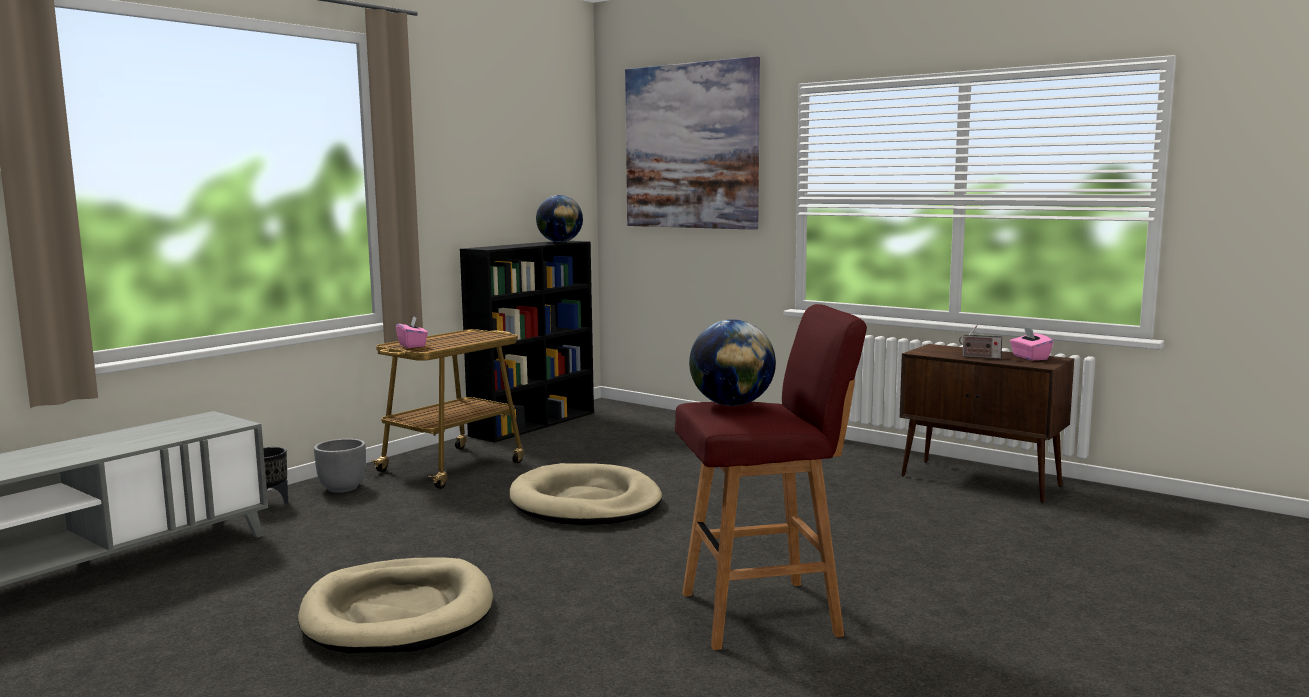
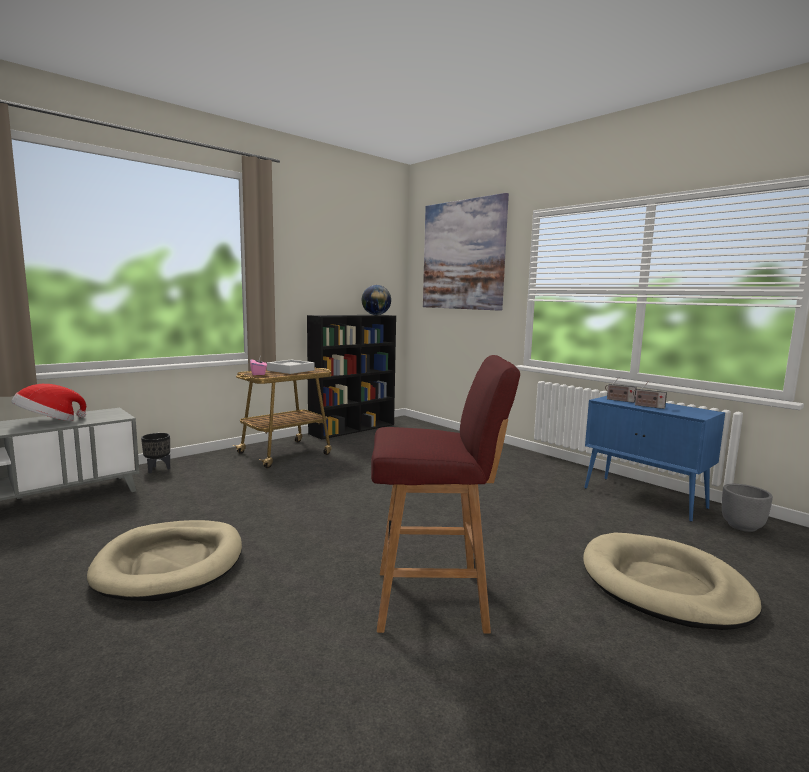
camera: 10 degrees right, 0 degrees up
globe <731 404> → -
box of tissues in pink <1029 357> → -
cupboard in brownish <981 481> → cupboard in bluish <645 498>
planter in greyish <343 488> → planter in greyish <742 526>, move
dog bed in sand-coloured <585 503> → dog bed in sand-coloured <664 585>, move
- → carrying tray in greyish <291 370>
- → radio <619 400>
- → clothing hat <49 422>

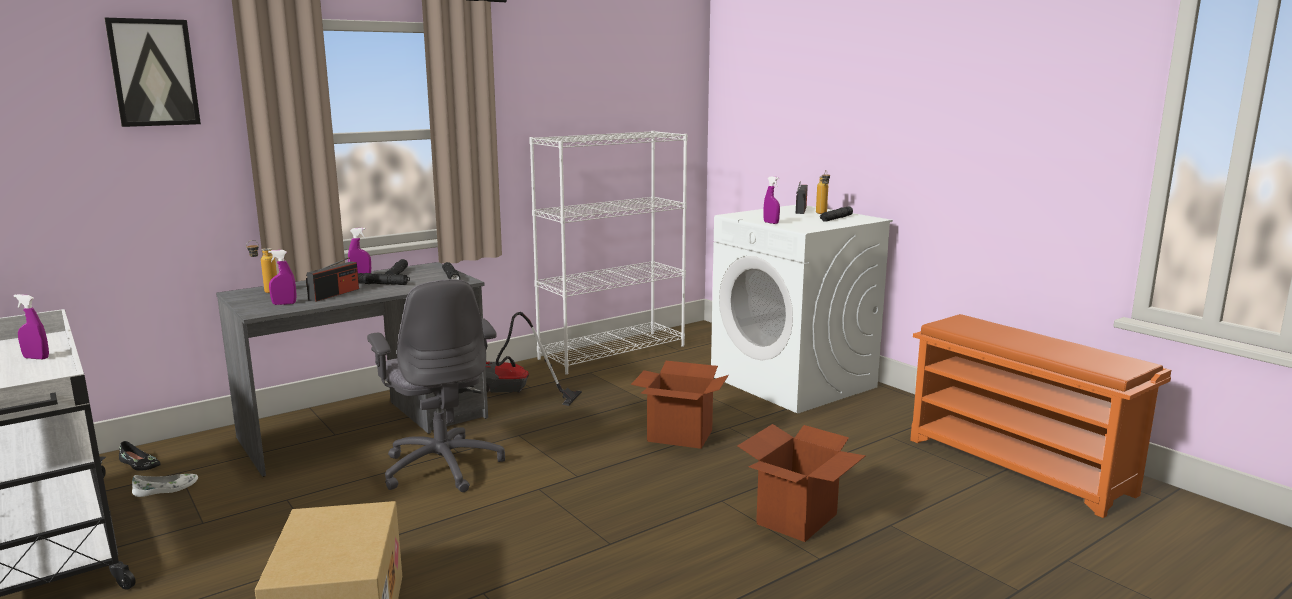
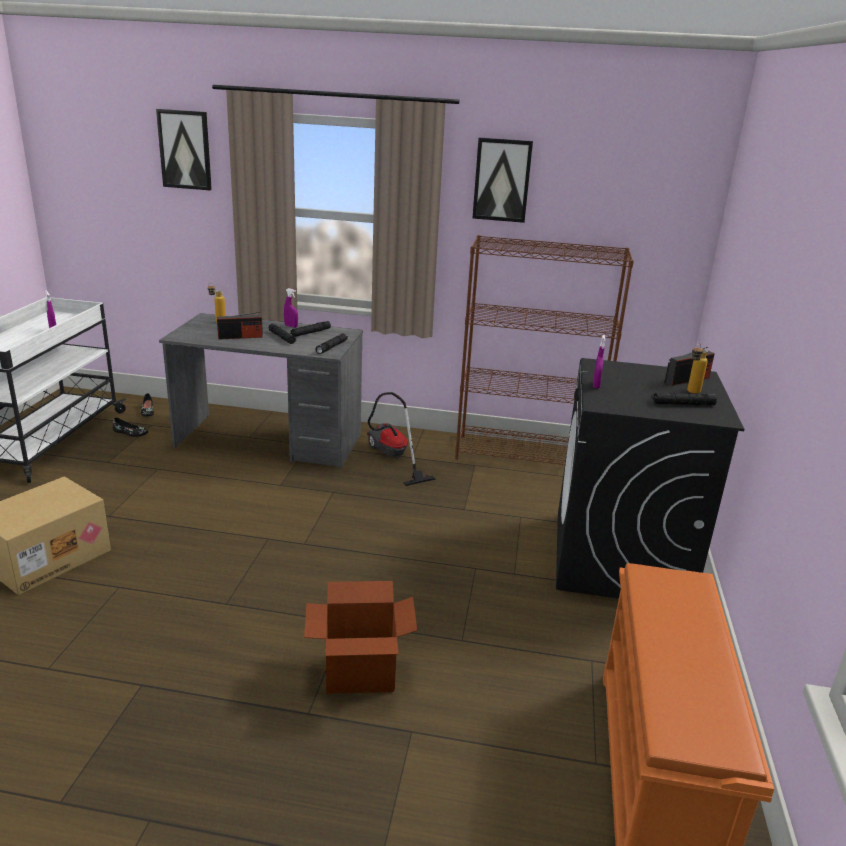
camera: 45 degrees right, 10 degrees up
shelving unit in white-coloured <613 352> → shelving unit in brownish <527 455>
laundry machine in white-coloured <794 382> → laundry machine in black-coloured <620 559>
hand sprayer in purple <284 304> → -
office chair in greyish <442 466> → -
carton <679 436> → -
item of footwear in white-coloured <166 489> → item of footwear in black-coloured <130 433>
- → picture <502 180>

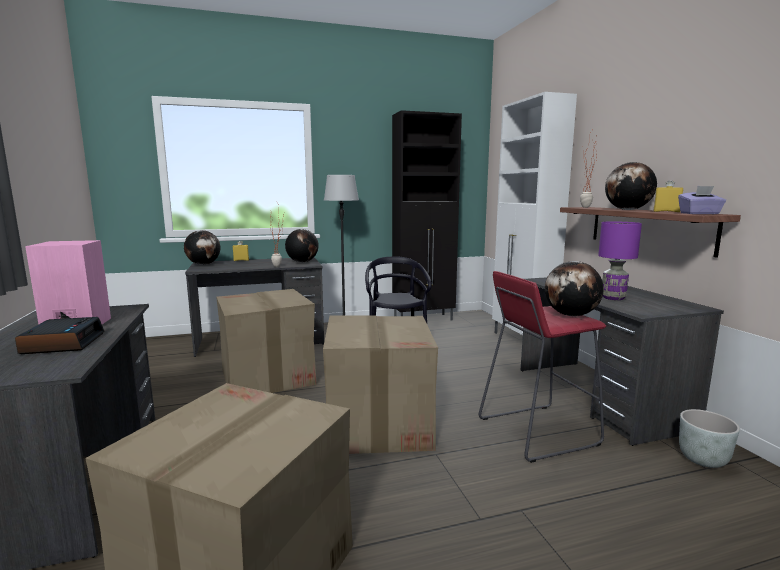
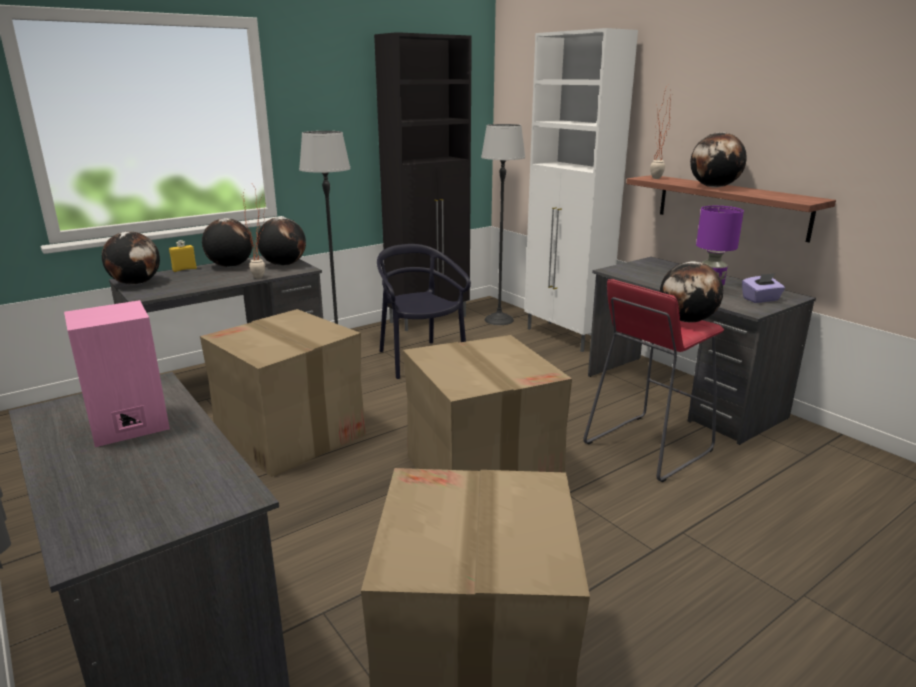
camera: 20 degrees left, 10 degrees up
bottle in yellowish <666 211> → -
box of tissues in purple <699 214> → box of tissues in purple <761 299>, move
bedside clock <63 343> → -
planter in greyish <703 460> → -
- → standard lamp <499 320>
- → globe <230 266>

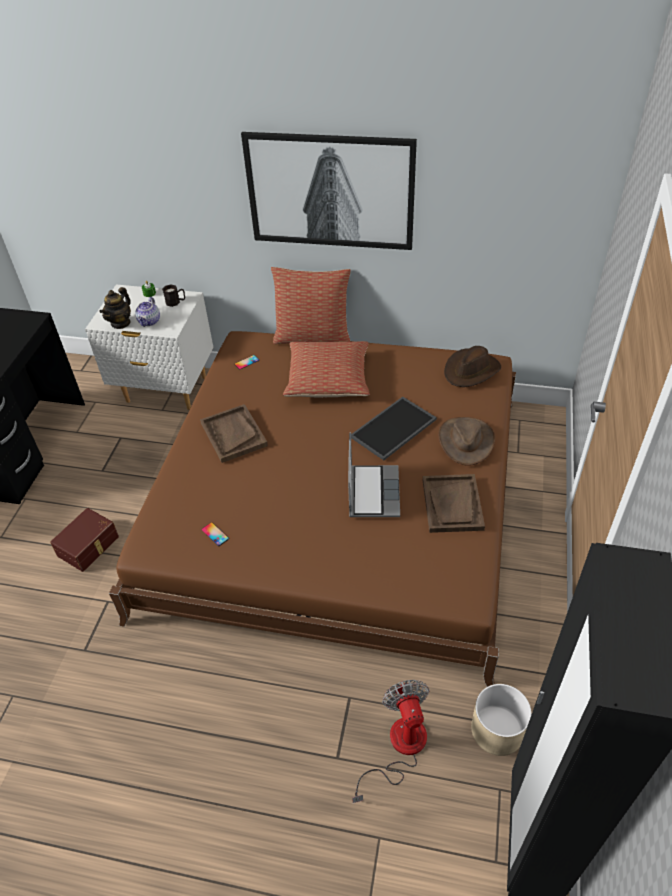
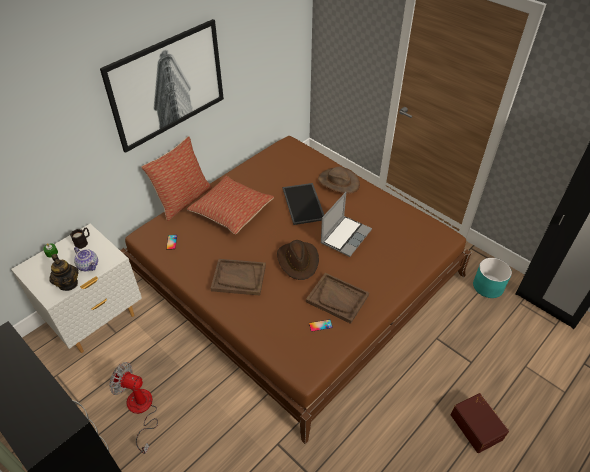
camera: 60 degrees left, 0 degrees up
clothing hat in brownish <471 370> → clothing hat in brownish <298 261>, move
notebook computer <372 492> → notebook computer <345 236>, 90 degrees clockwise
carrying tray in brownish <452 505> → carrying tray in brownish <337 298>, move
storage box in brownish <89 546> → storage box in brownish <477 426>, move
cooling fan <399 748> → cooling fan <141 410>, move
planter in sand-coloured <497 730> → planter in turquoise-coloured <488 286>

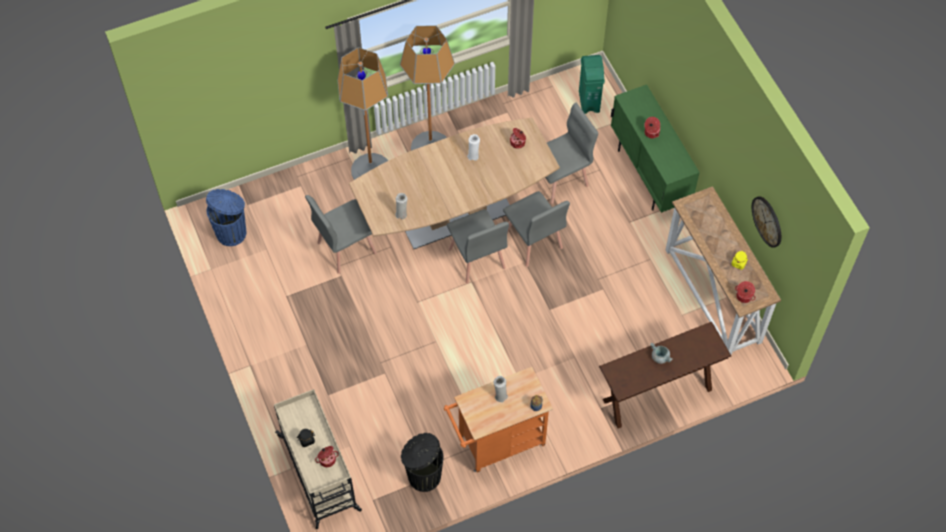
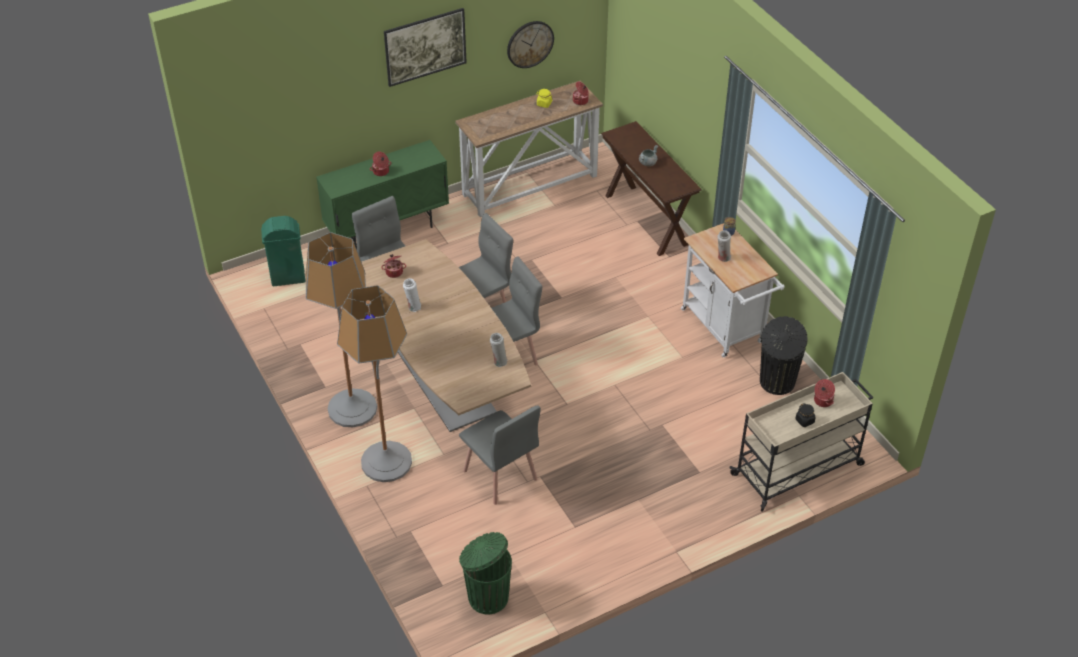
camera: 95 degrees left, 15 degrees down
waste bin in bluish <232 232> → waste bin in green-coloured <487 596>
wheeled cart in orange <496 443> → wheeled cart in white-coloured <725 329>
- → picture <426 60>

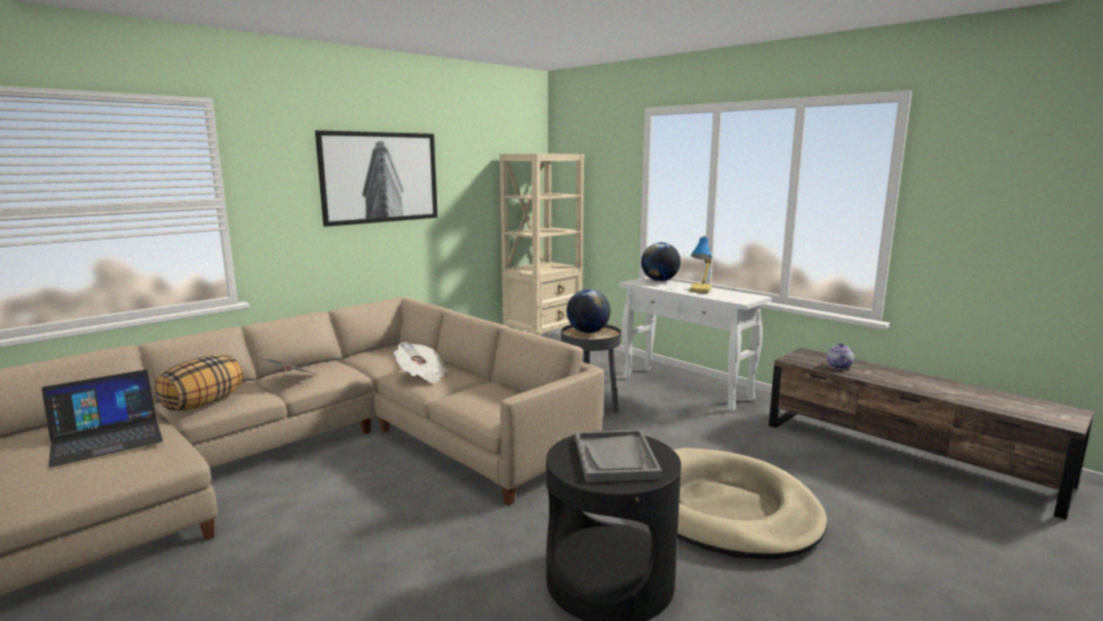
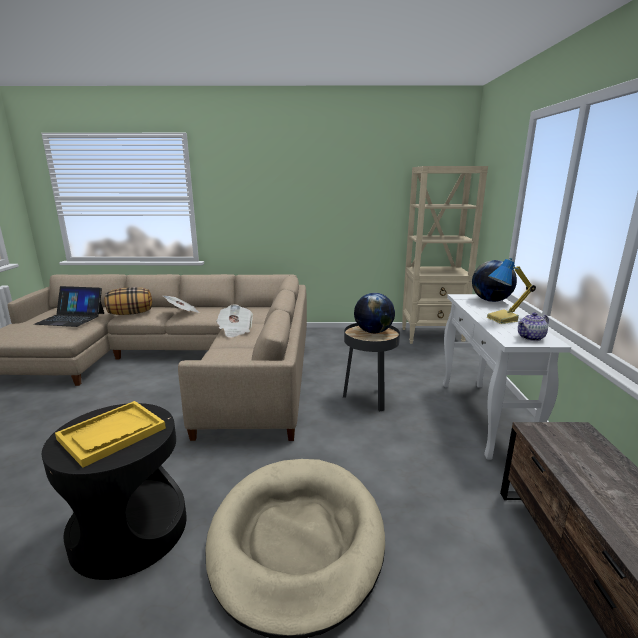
camera: 45 degrees right, 5 degrees up
picture <380 177> → -
pot for tea <839 366> → pot for tea <531 338>, move
carrying tray in greyish <615 458> → carrying tray in yellowish <112 434>

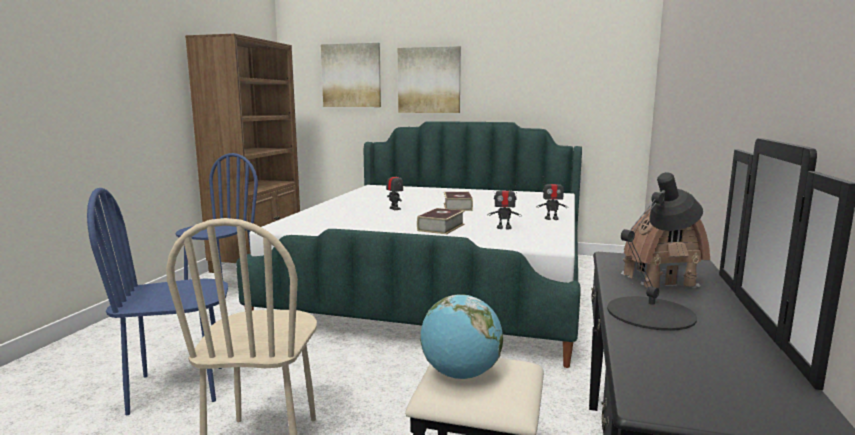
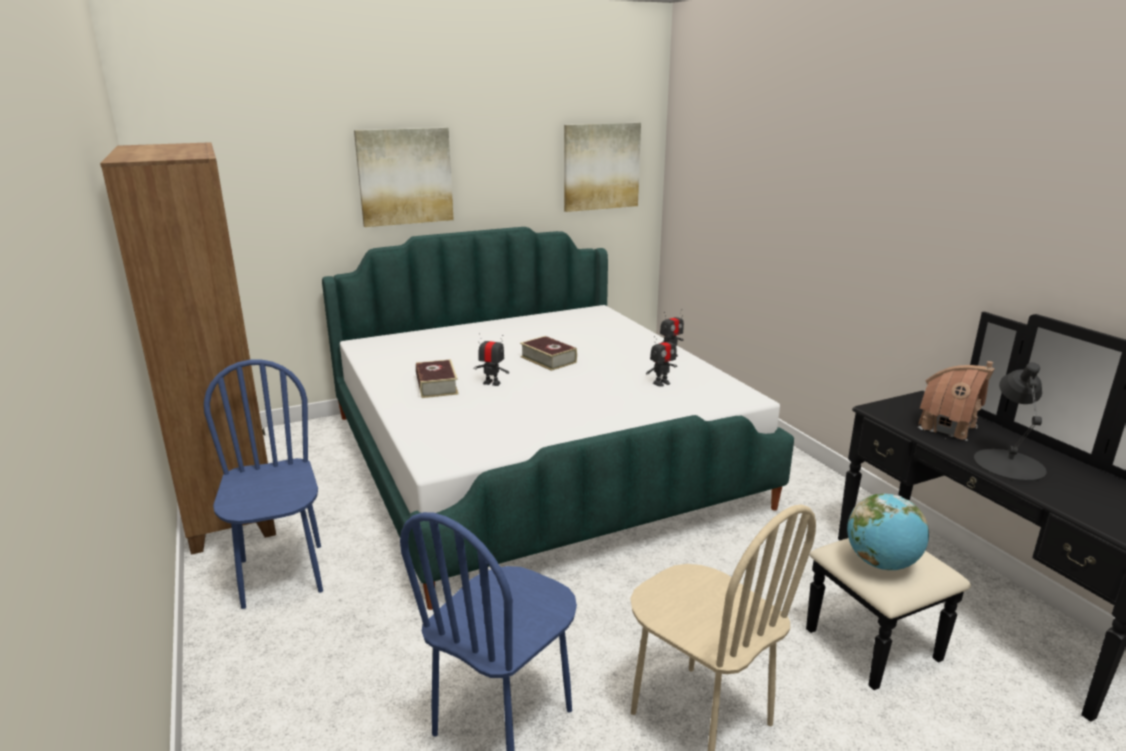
camera: 40 degrees left, 10 degrees up
picture <351 75> → picture <601 166>, move
bound book <441 227> → bound book <436 386>, move

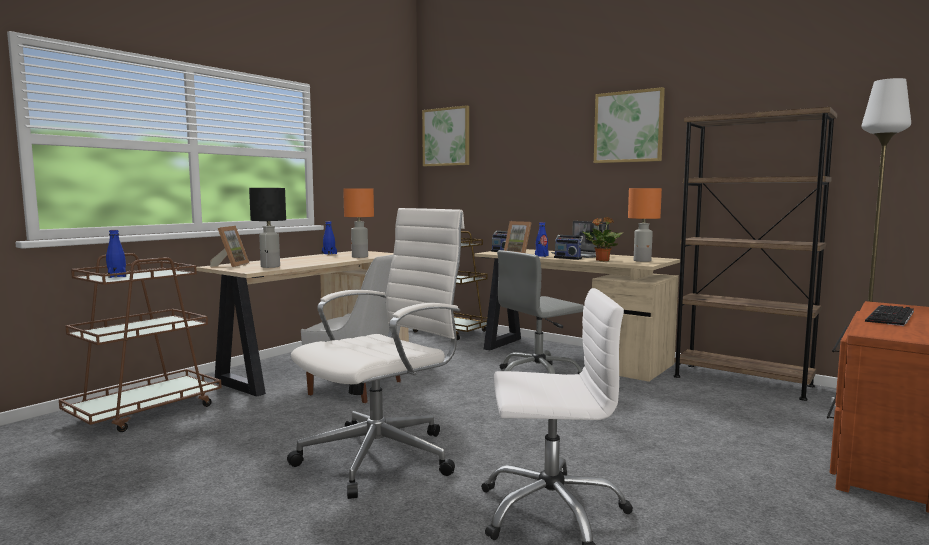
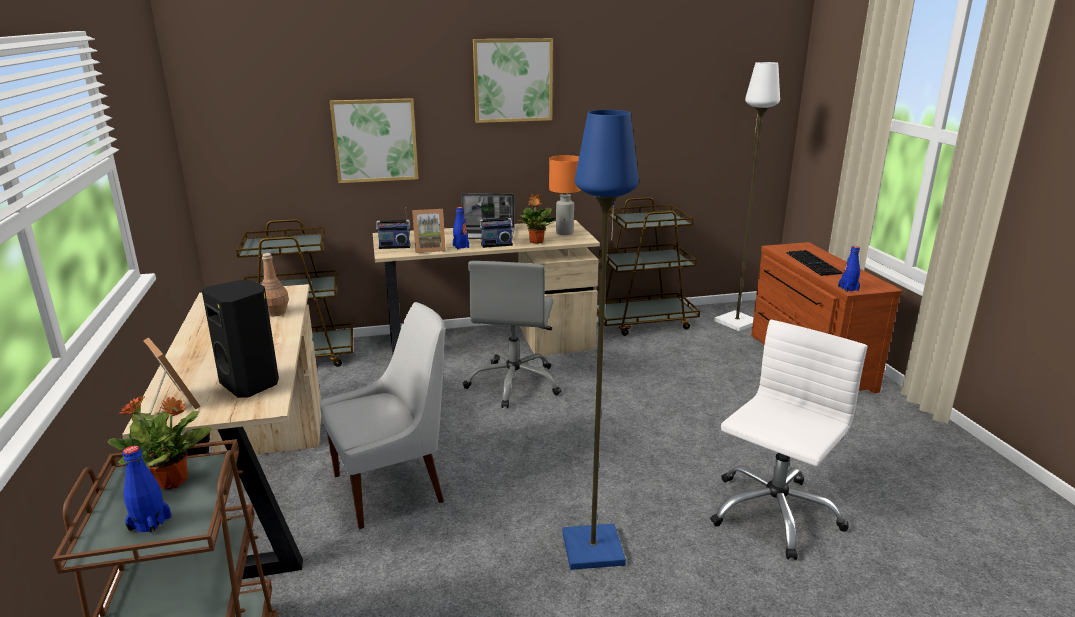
camera: 50 degrees left, 15 degrees up
picture <446 137> → picture <375 140>, move
shelving unit in brownish <742 381> → wheeled cart in brownish <643 321>
tabletop lamp in black-coloured <270 267> → speaker in black-coloured <251 384>
tabletop lamp in orange <359 257> → bottle in brownish <275 313>
office chair in white-coloured <383 456> → standard lamp in bluish <593 547>
bottle in bluish <329 254> → bottle in bluish <848 288>, move
- → plant in a pot <173 481>

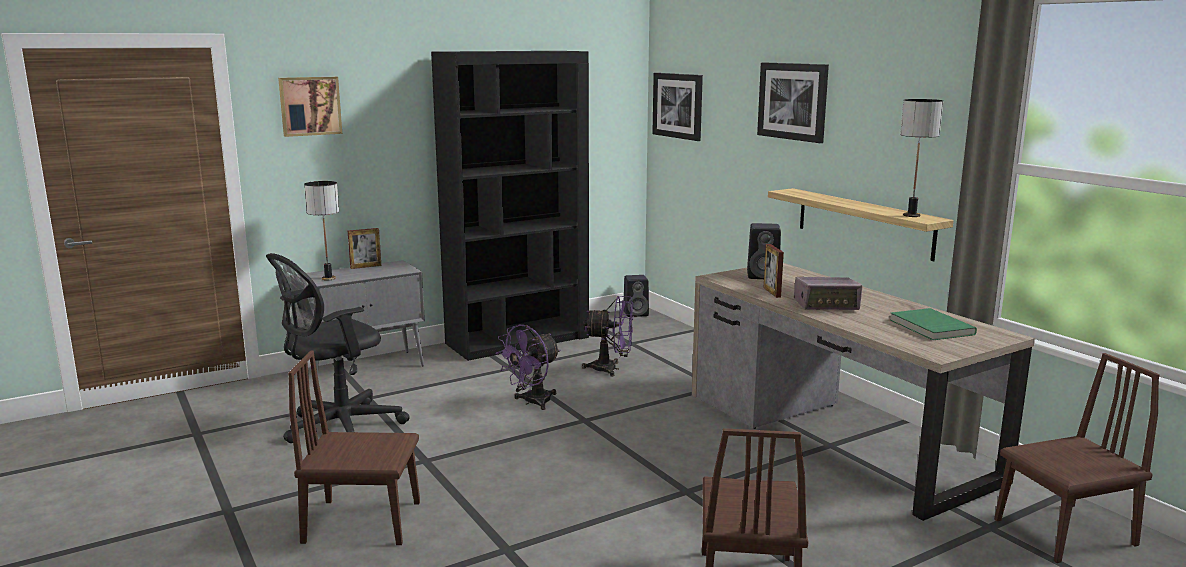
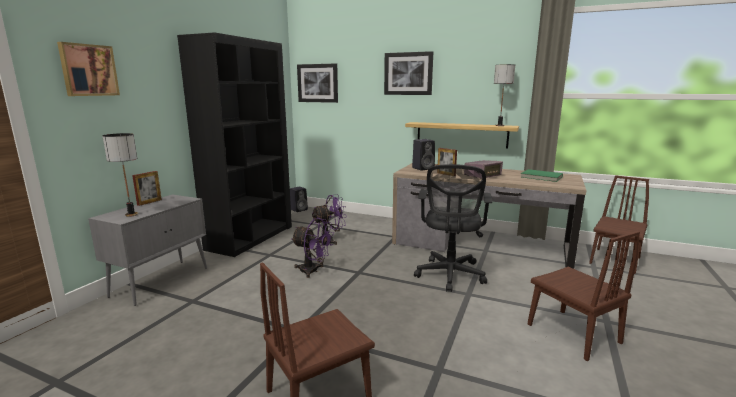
camera: 35 degrees left, 0 degrees up
office chair in black-coloured <338 427> → office chair in black-coloured <450 276>, move
cooling fan in purple <531 402> → cooling fan in purple <313 271>, 75 degrees counterclockwise

